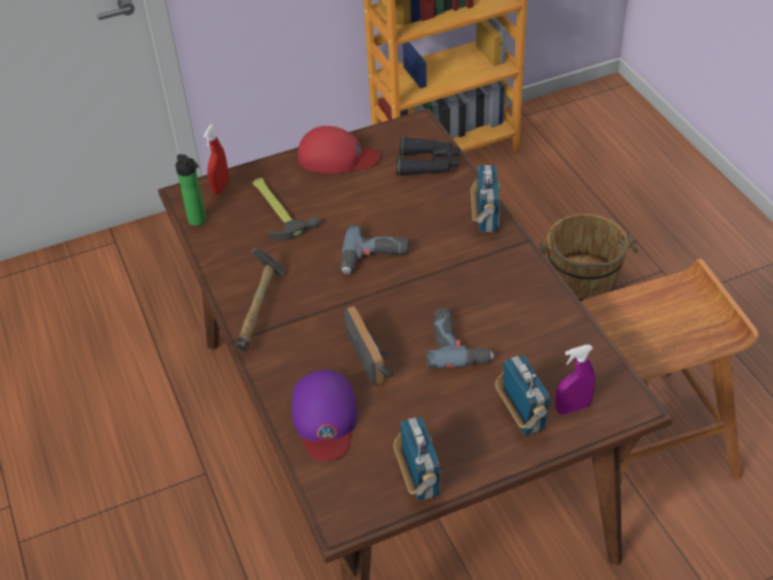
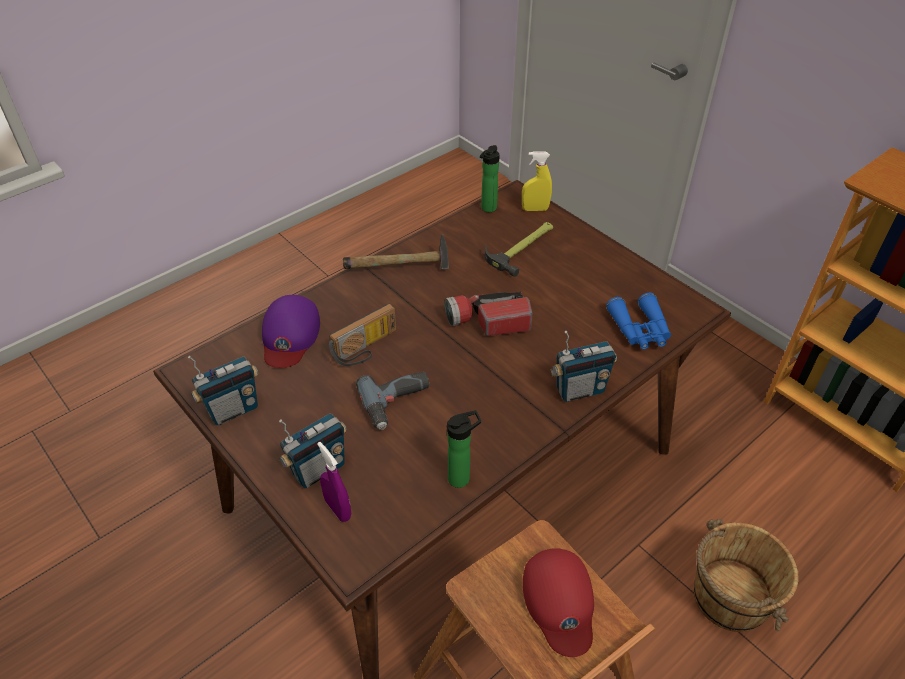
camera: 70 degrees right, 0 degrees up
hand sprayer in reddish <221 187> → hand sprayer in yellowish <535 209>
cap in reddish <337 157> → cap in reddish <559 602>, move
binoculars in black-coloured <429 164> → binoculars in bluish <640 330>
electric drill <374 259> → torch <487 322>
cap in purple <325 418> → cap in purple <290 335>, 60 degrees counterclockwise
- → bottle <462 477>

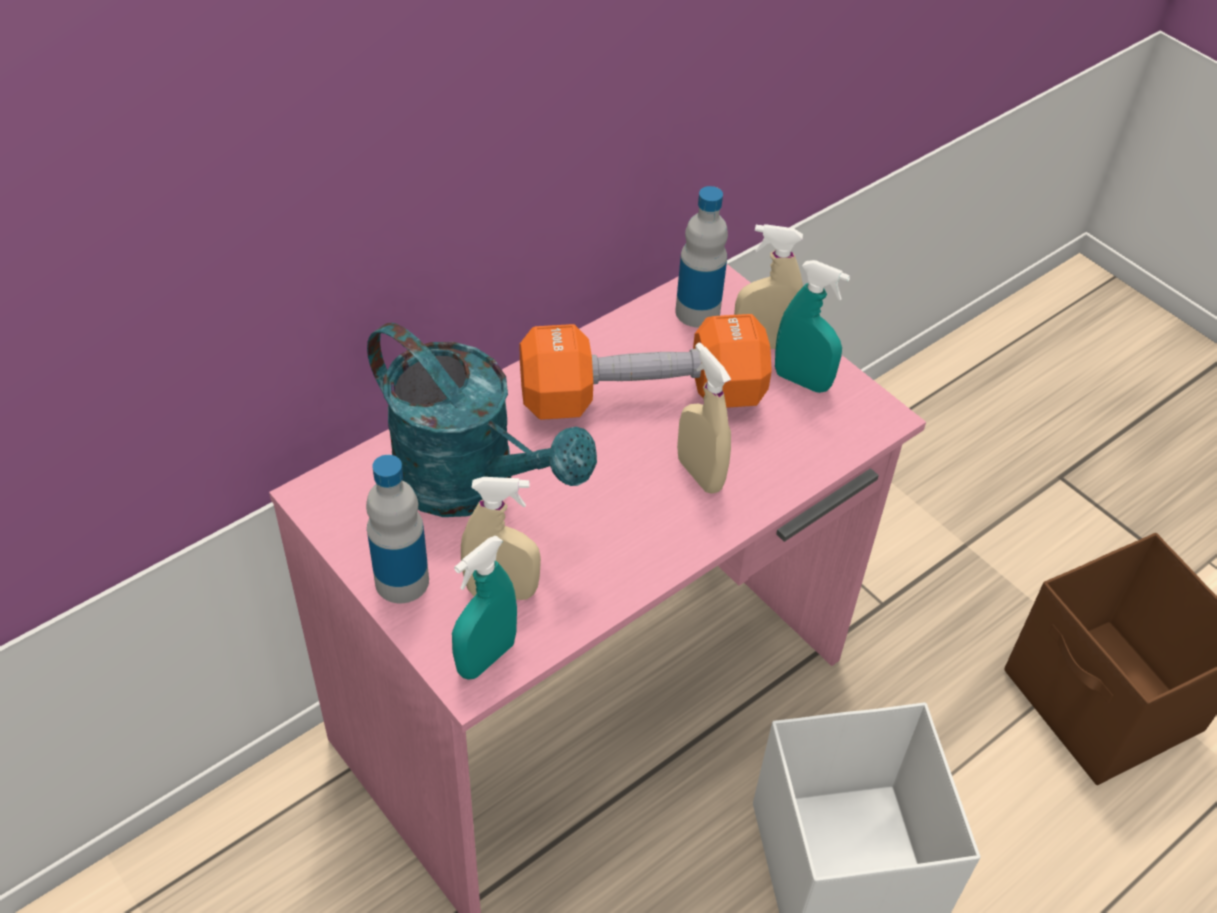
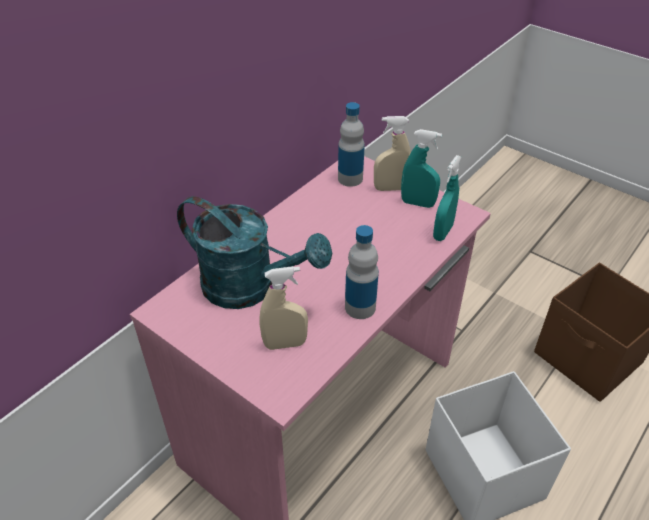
camera: 10 degrees left, 5 degrees down
free weight in orange <641 397> → -
hand sprayer in sand-coloured <699 474> → -
bottle <402 581> → bottle <360 307>, move
hand sprayer in turquoise-coloured <486 658> → hand sprayer in turquoise-coloured <443 232>, move

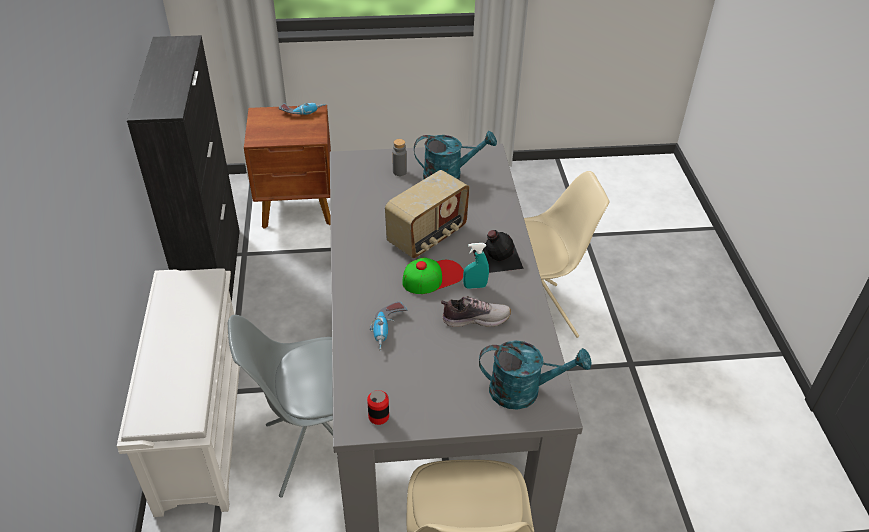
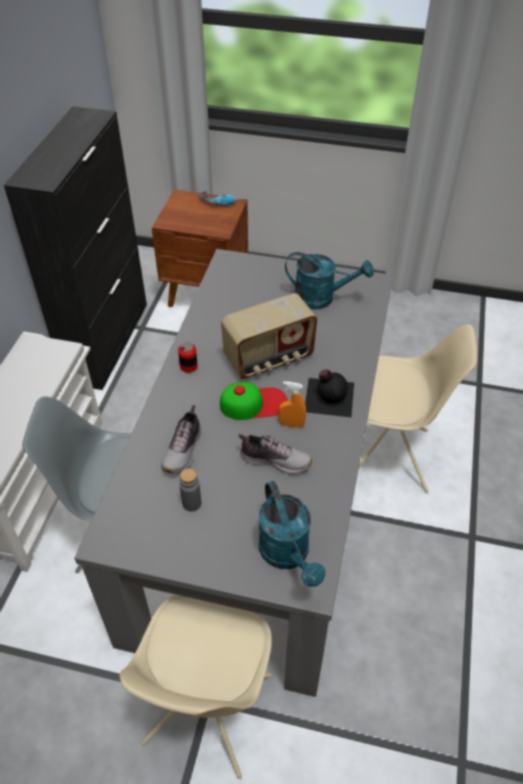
camera: 20 degrees right, 5 degrees up
bottle in greyish <399 172> → bottle in greyish <192 503>, move
hand sprayer in turquoise-coloured <475 286> → hand sprayer in orange <291 424>
electric drill <388 330> → item of footwear <183 450>
sprinkling can in turquoise-coloured <524 391> → sprinkling can in turquoise-coloured <288 555>, 45 degrees clockwise
sealed can <378 416> → sealed can <188 366>, move

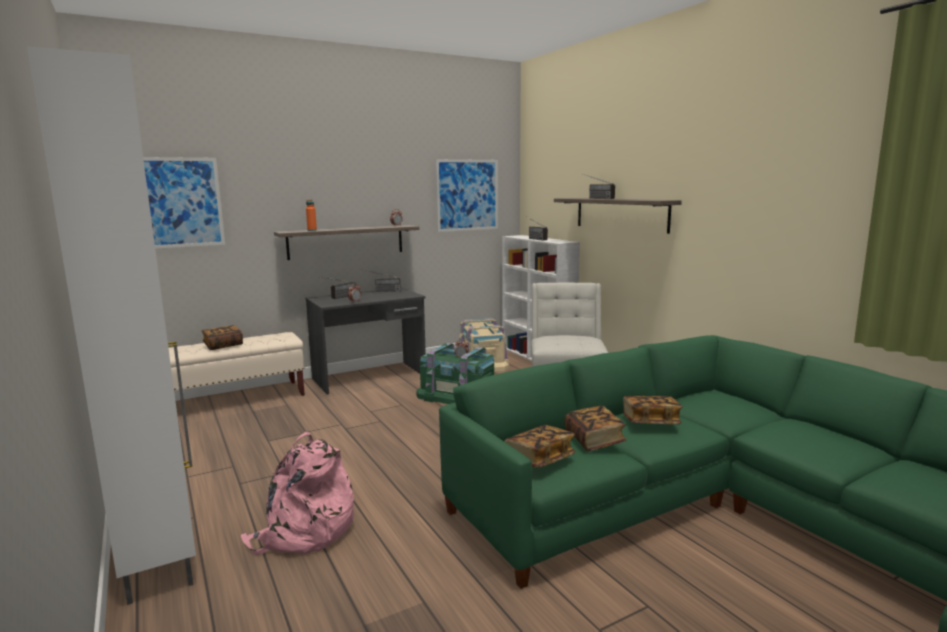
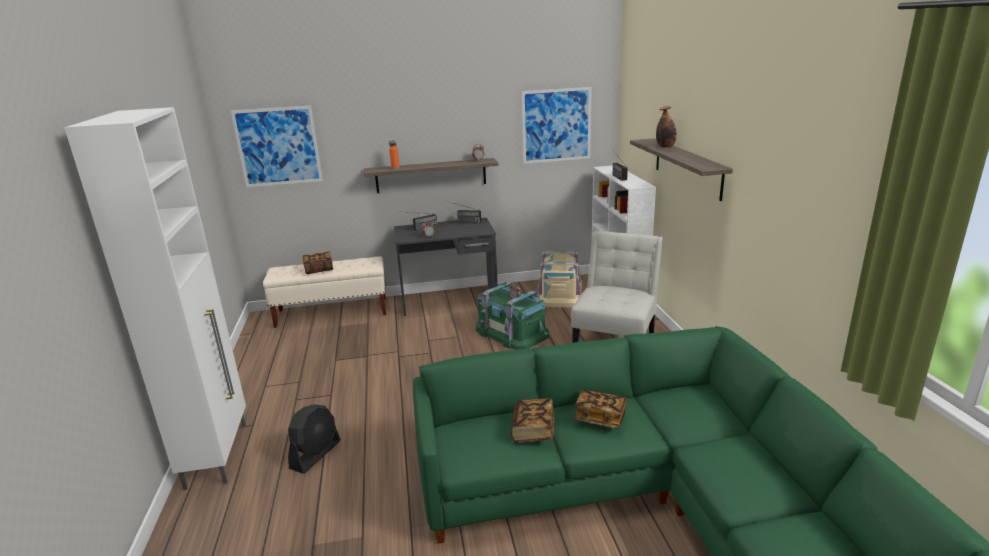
camera: 20 degrees right, 10 degrees up
radio <595 198> → bottle <665 147>
bound book <539 459> → -
backpack in pink <304 532> → cooling fan in black-coloured <316 454>

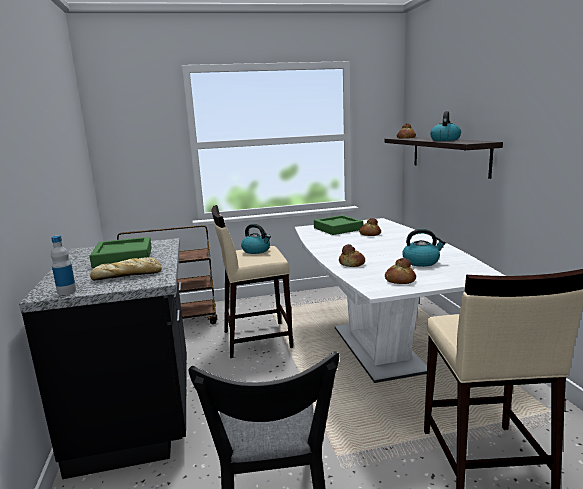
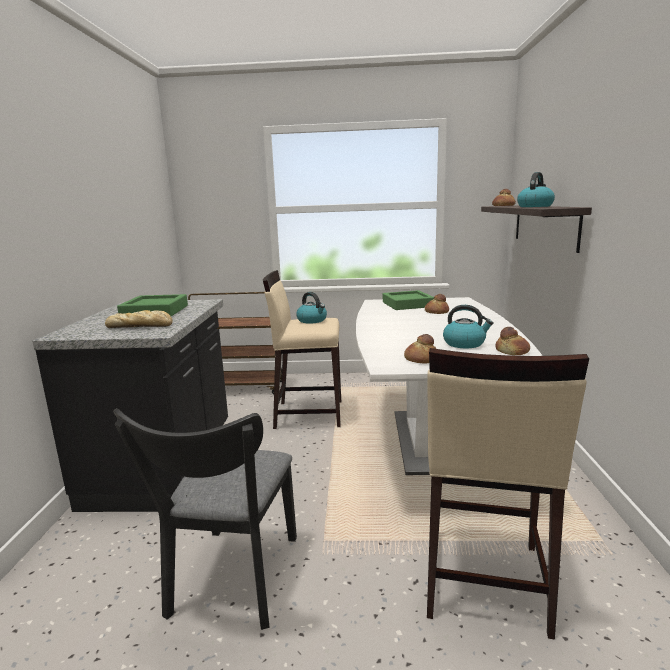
camera: 15 degrees right, 0 degrees up
bottle <66 291> → -
baked bread <352 263> → baked bread <512 351>, move

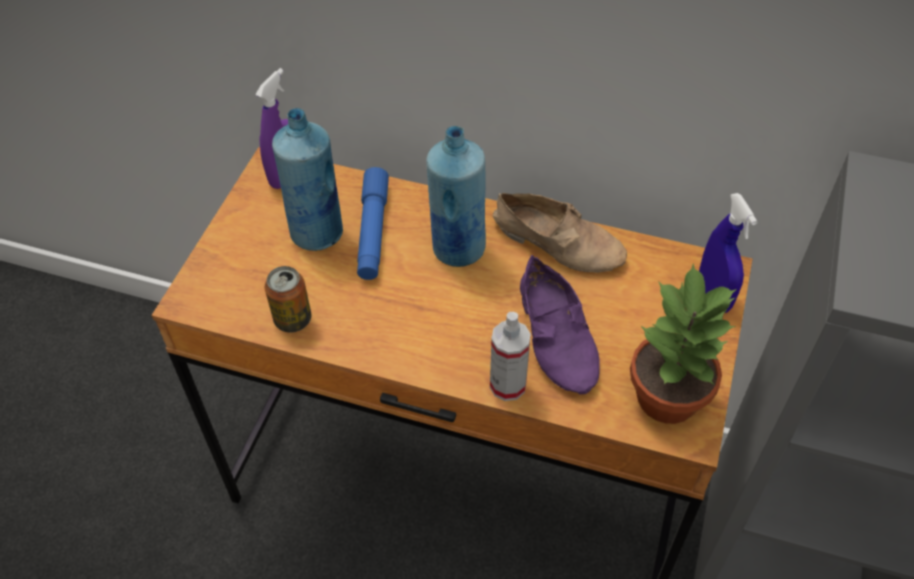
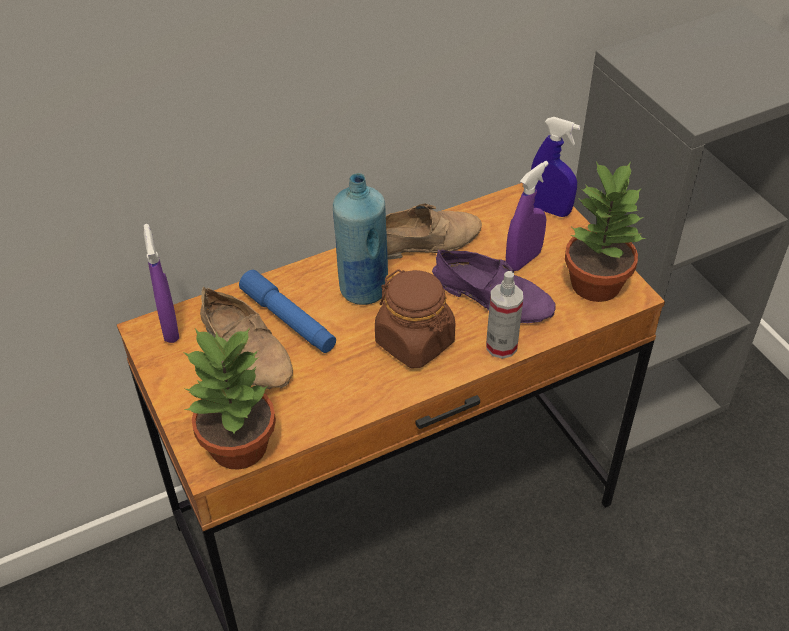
camera: 45 degrees left, 5 degrees down
bottle in bluish <317 233> → item of footwear in sand-coloured <248 349>
sealed can <292 319> → -
- → hand sprayer in purple <523 260>
- → preserve jar in brownish <415 342>
- → plant in a pot <240 447>

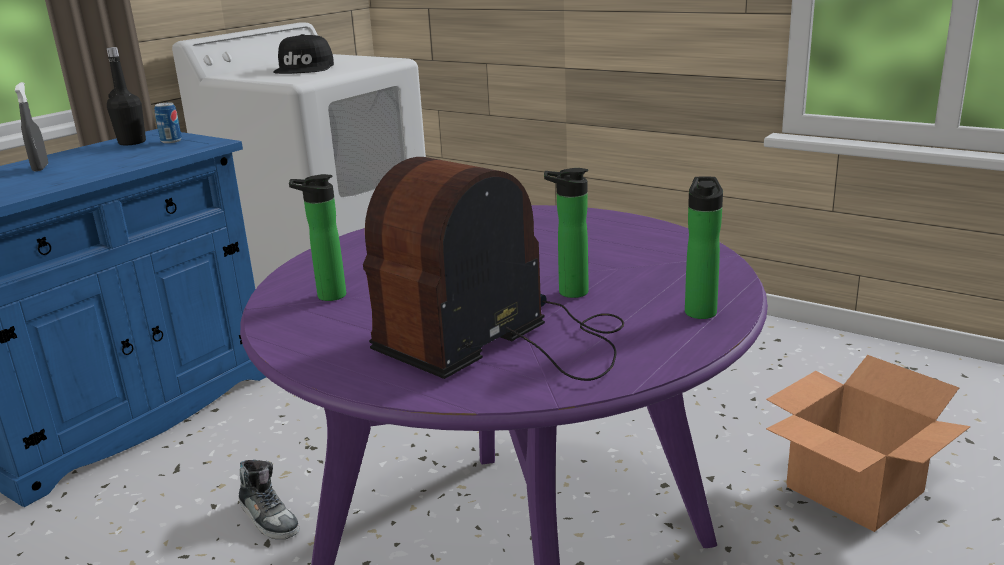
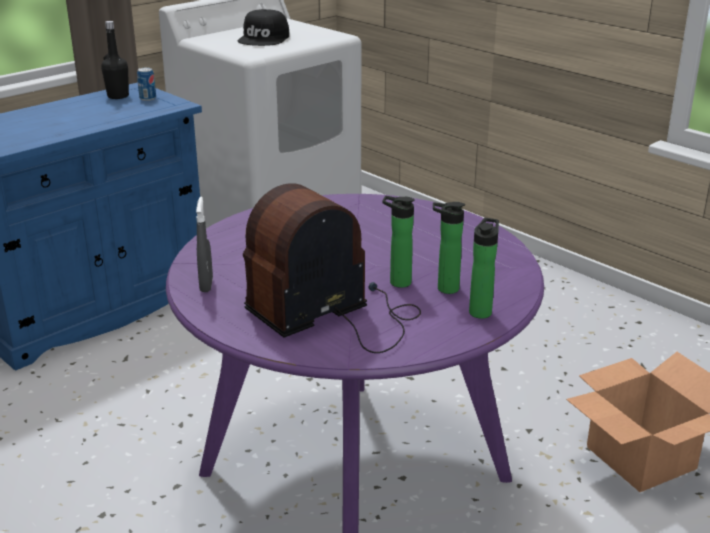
camera: 10 degrees right, 5 degrees up
hand sprayer in greyish <40 168> → hand sprayer in greyish <206 285>, move
bottle <327 296> → bottle <444 289>, move
item of footwear <269 518> → -

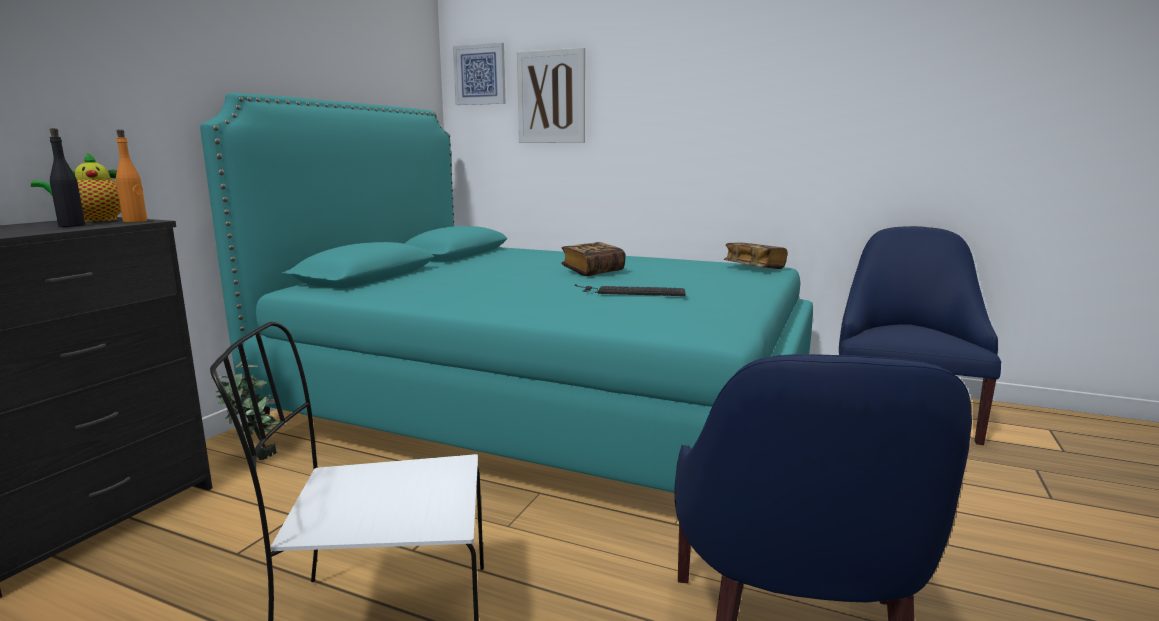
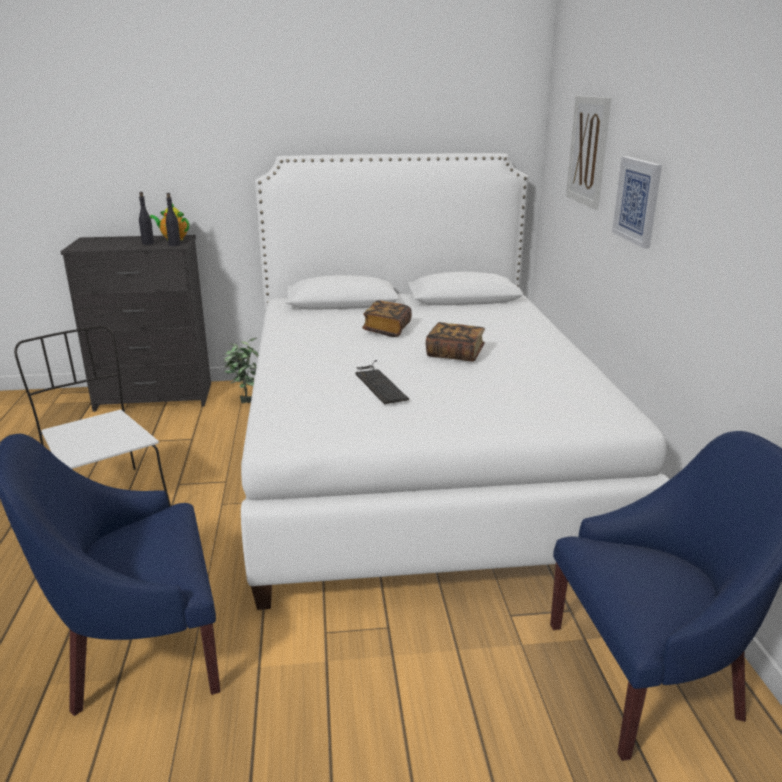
camera: 60 degrees right, 10 degrees up
picture <480 75> → picture <638 201>, move
bedroom bed in turquoise-coloured <546 405> → bedroom bed in white-coloured <416 456>
bottle in orange <135 221> → bottle in black-coloured <174 245>
bound book <754 268> → bound book <387 329>, move

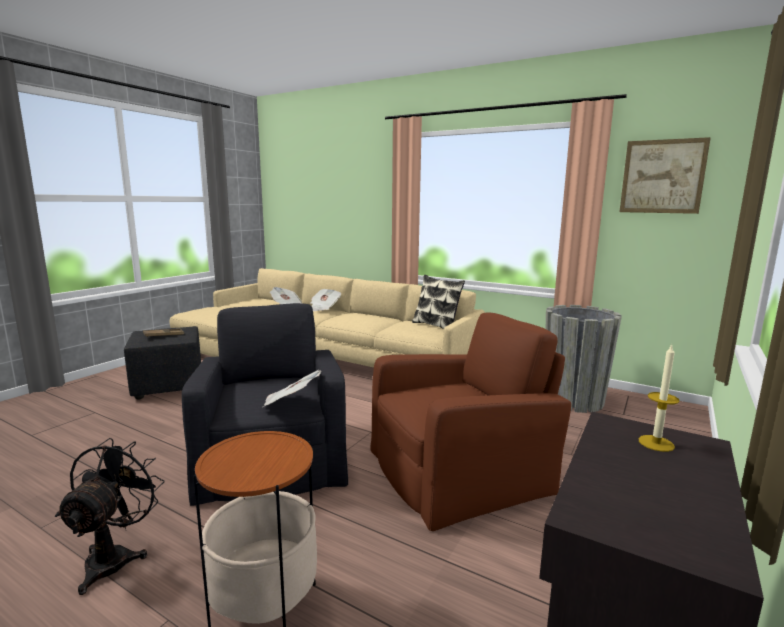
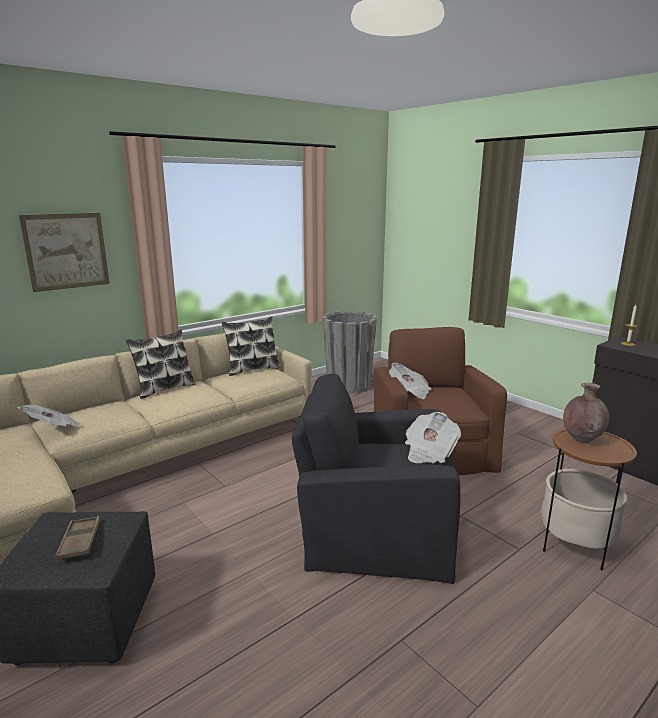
camera: 70 degrees left, 5 degrees up
picture <662 176> → picture <66 251>, move
printed paper <324 308> → printed paper <409 391>, move
cooling fan in black-coloured <115 557> → -
- → throw pillow <164 389>
- → decorative vase in brownish <581 439>

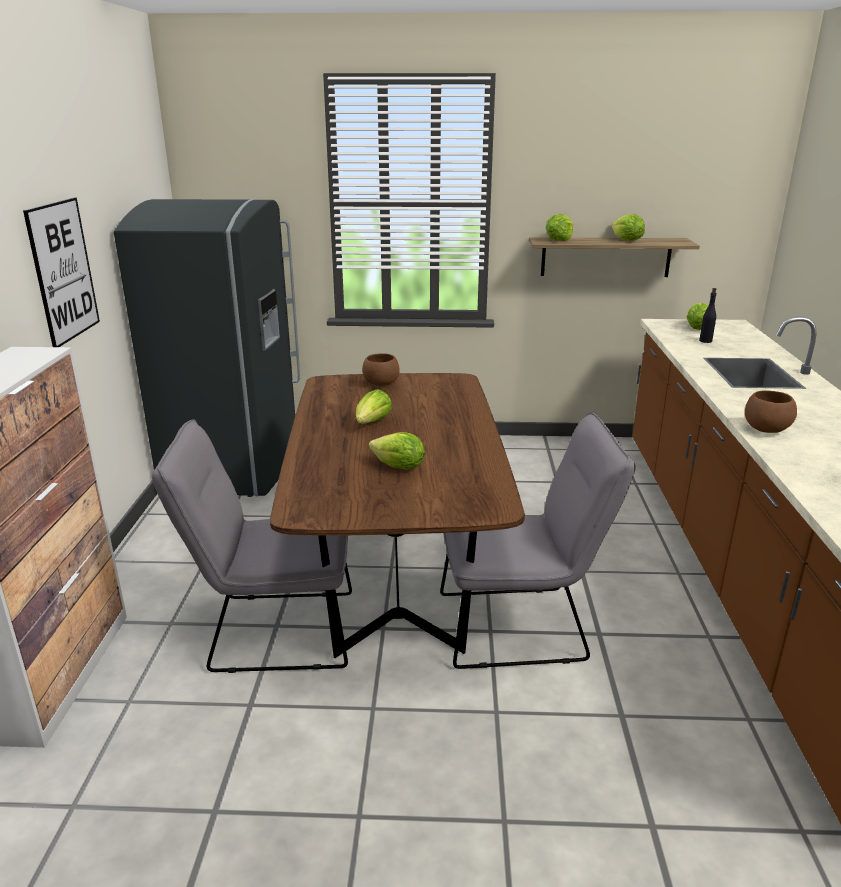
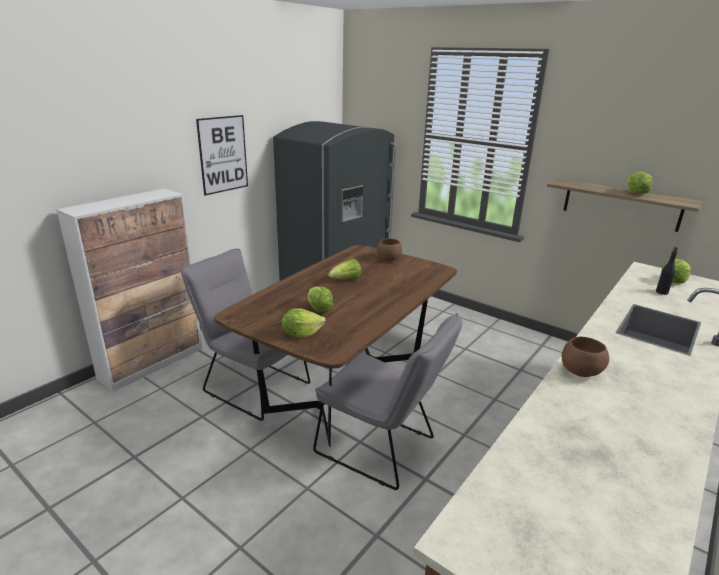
camera: 35 degrees right, 0 degrees up
lettuce <559 240> → lettuce <301 334>, move

